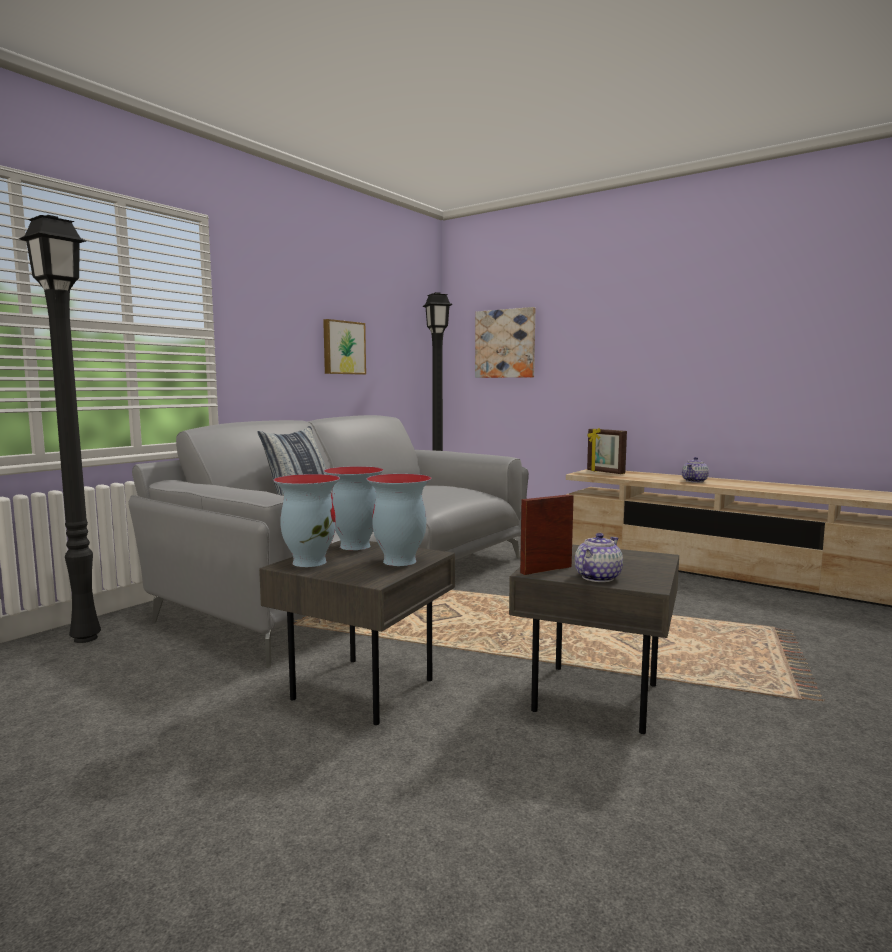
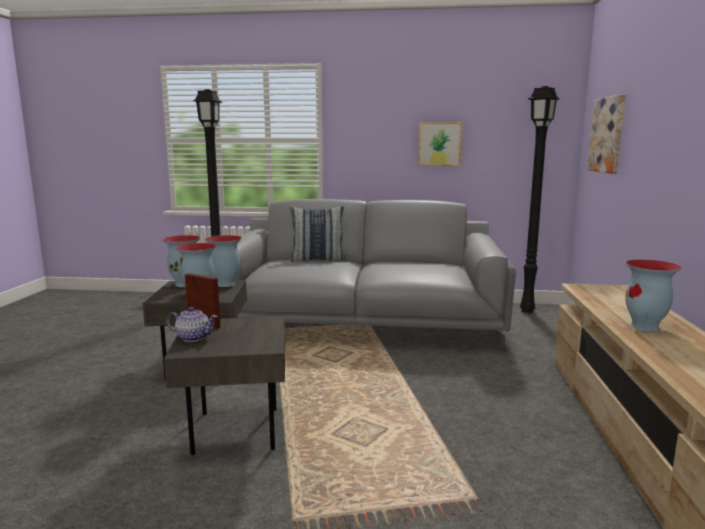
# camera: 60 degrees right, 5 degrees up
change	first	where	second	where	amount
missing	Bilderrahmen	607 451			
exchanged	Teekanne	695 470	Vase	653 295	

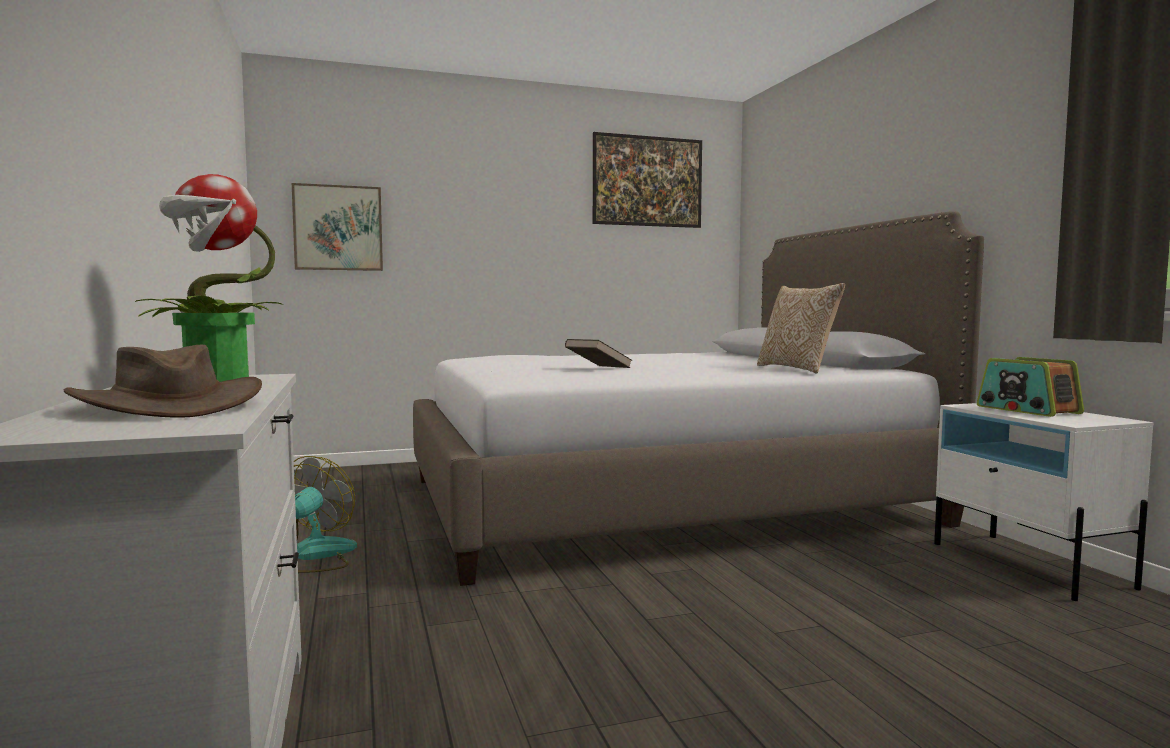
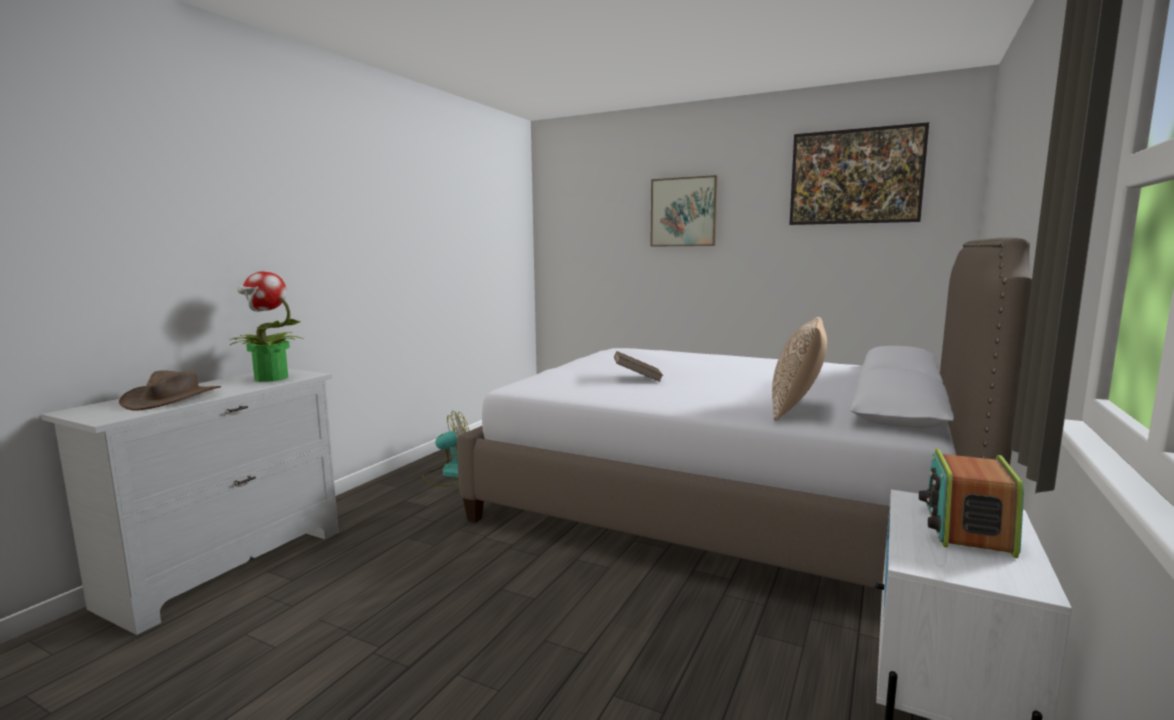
# camera: 45 degrees right, 5 degrees up
change	first	where	second	where	amount
relocated	Bild	337 227		684 211	

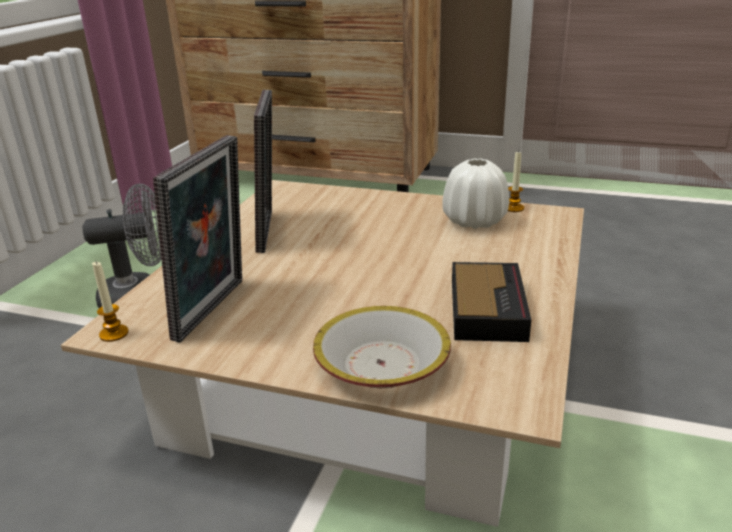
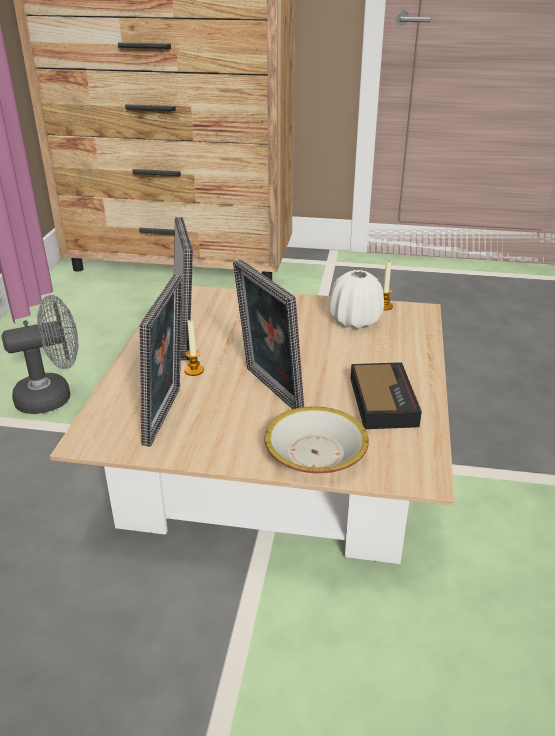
# camera: 10 degrees left, 5 degrees up
change	first	where	second	where	amount
relocated	Kerze	110 302		194 348	
appeared			Bilderrahmen	268 334	

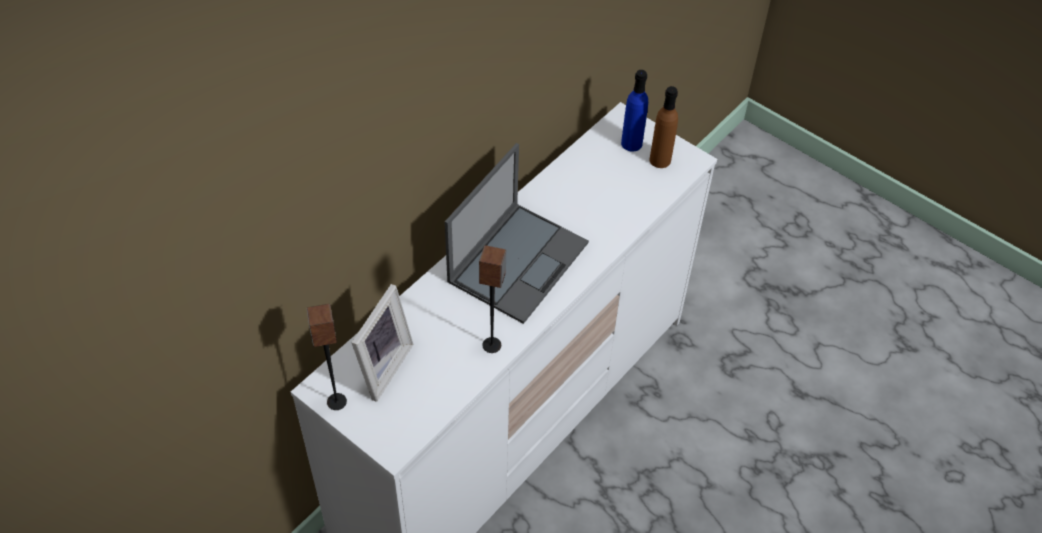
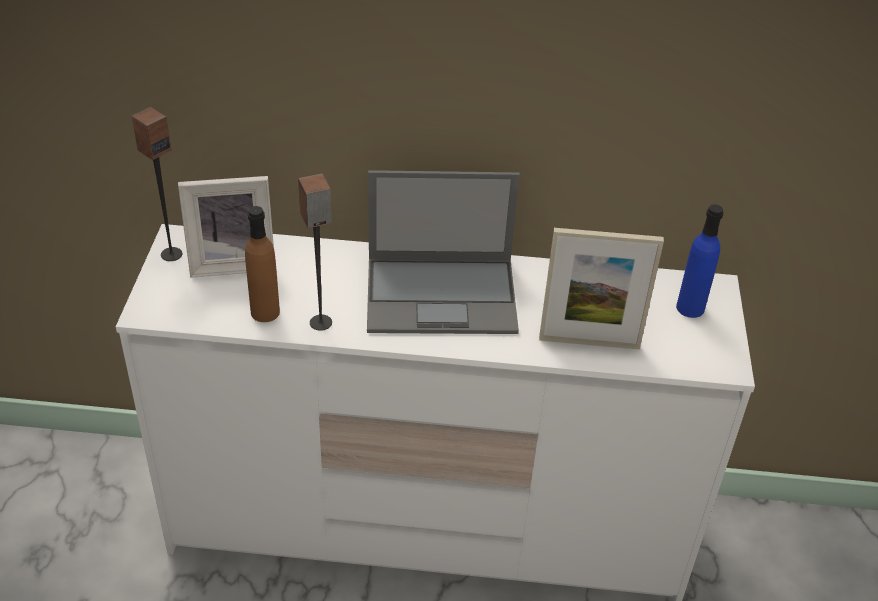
# camera: 55 degrees right, 10 degrees down
change	first	where	second	where	amount
relocated	Flasche (braun)	663 127		262 264	
appeared			Bilderrahmen	601 288	

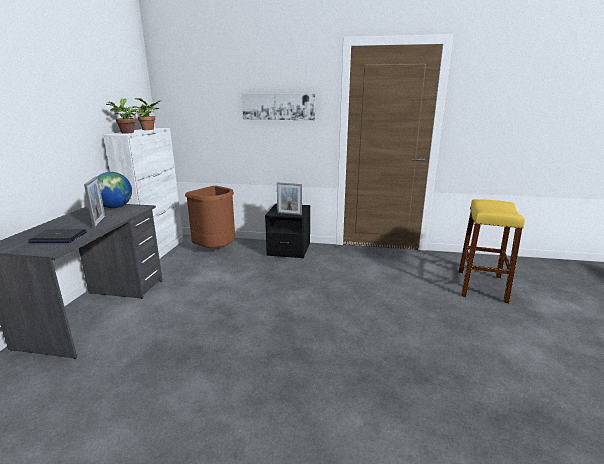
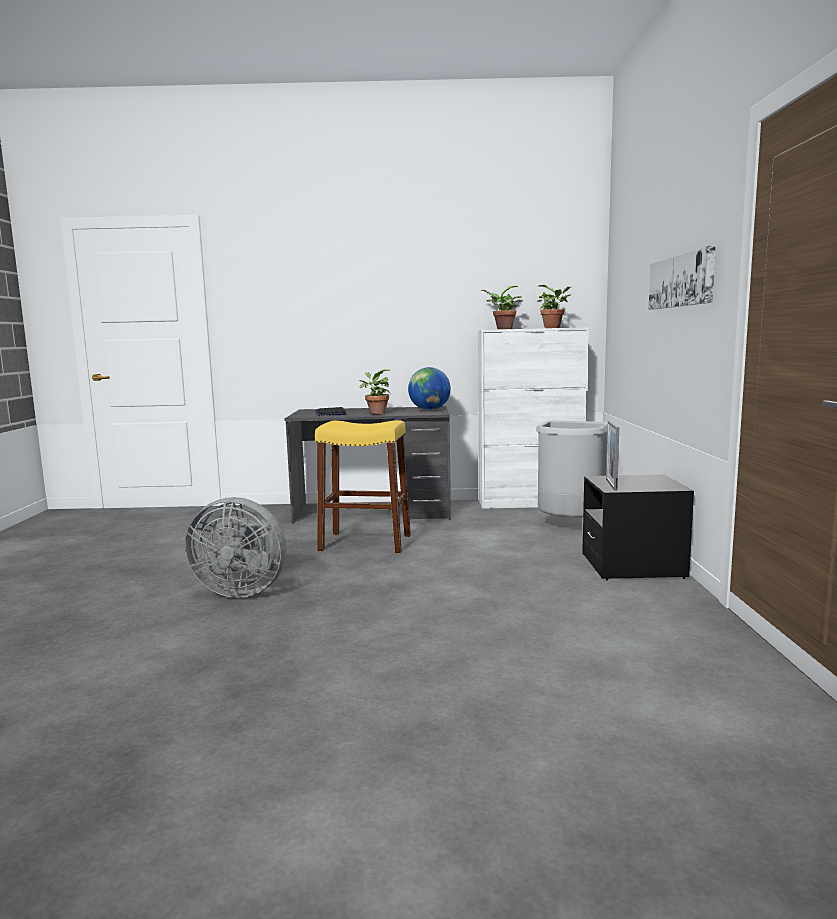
# camera: 80 degrees right, 10 degrees down
change	first	where	second	where	amount
exchanged	Bilderrahmen	95 202	Topfpflanze	375 392	
colour	Mülleimer (braun)	210 217	Mülleimer (grau)	572 469	
relocated	Hocker (gelb)	492 251		363 487	
appeared			Ventilator (grau)	236 547	

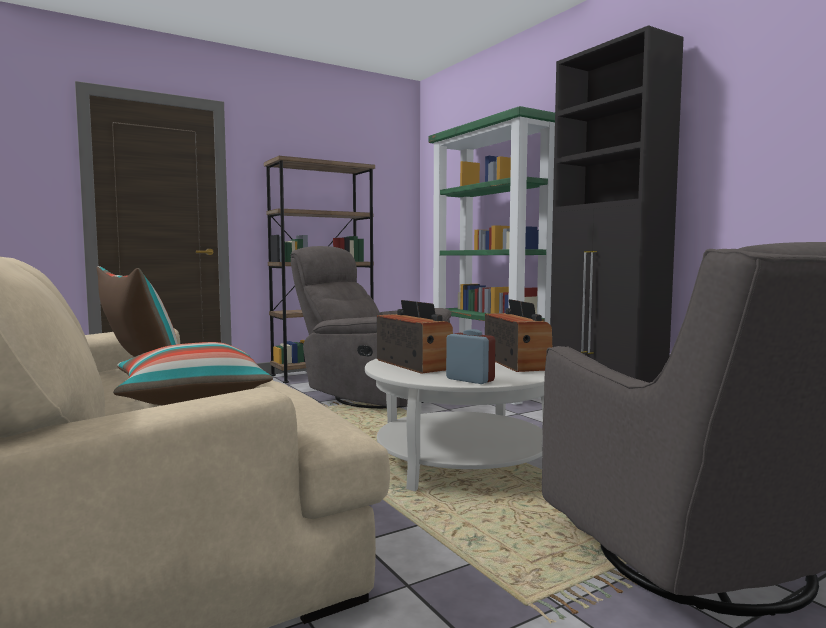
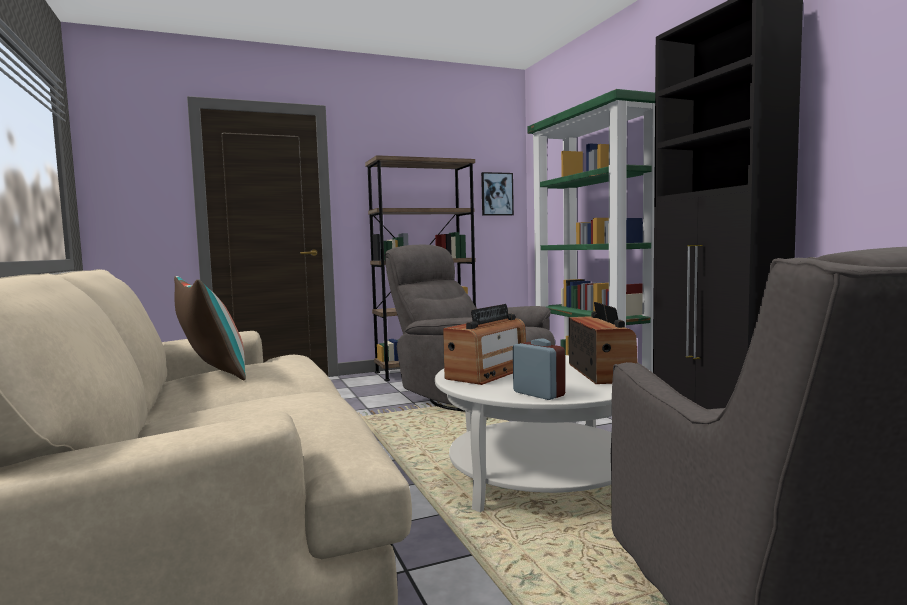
# camera: 10 degrees right, 0 degrees up
change	first	where	second	where	amount
spun	Radio	415 337		484 344	60 degrees clockwise
missing	Kissen	193 373			
appeared			Bild	497 193	

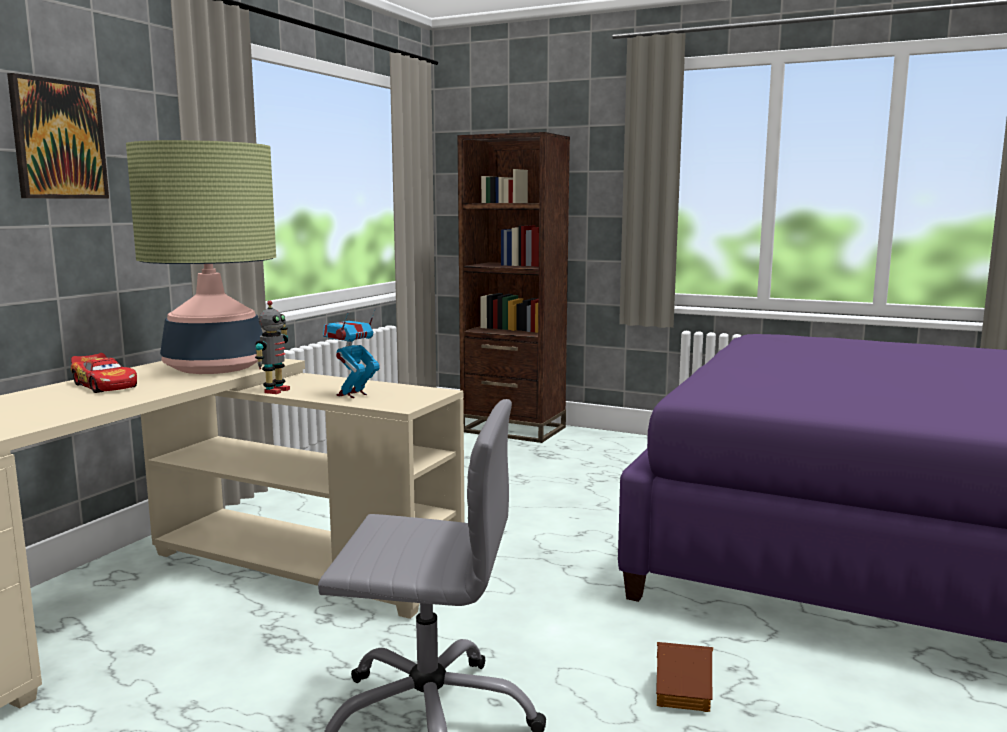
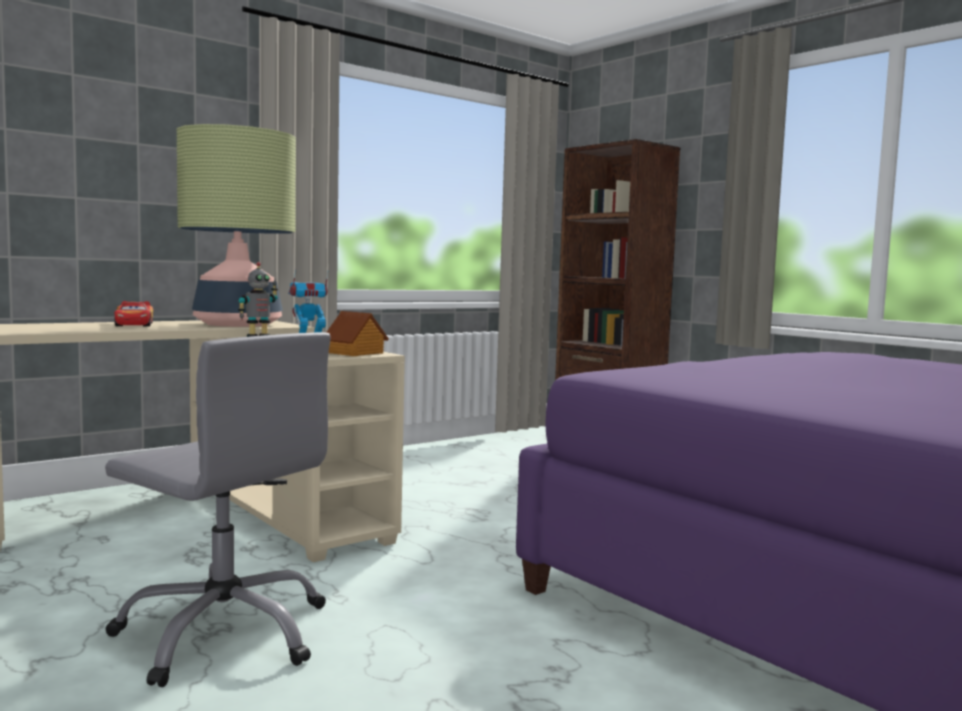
# camera: 25 degrees right, 5 degrees down
change	first	where	second	where	amount
missing	Bild	58 136			
relocated	Spielzeughaus	684 677		357 333	

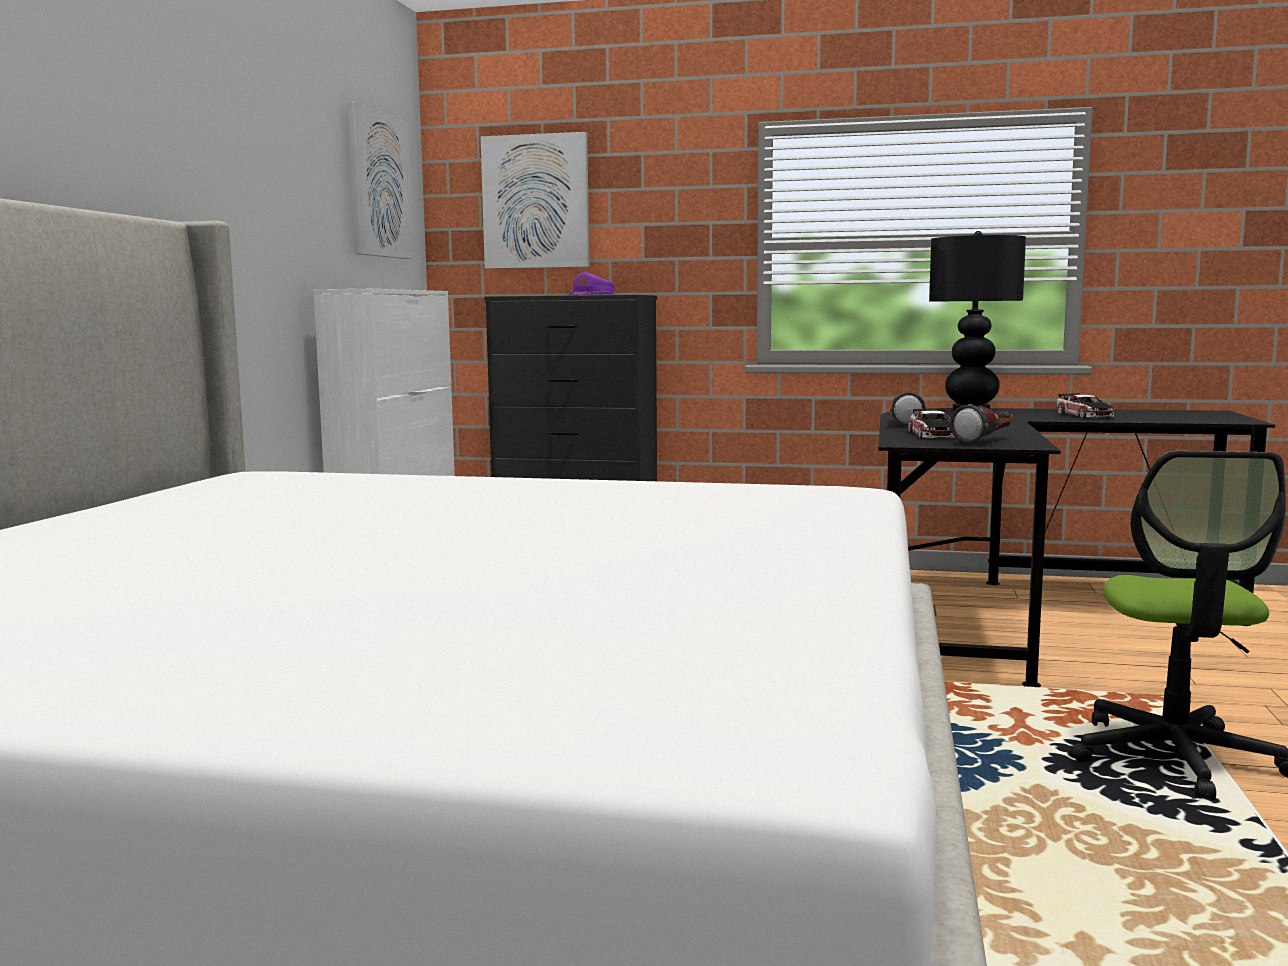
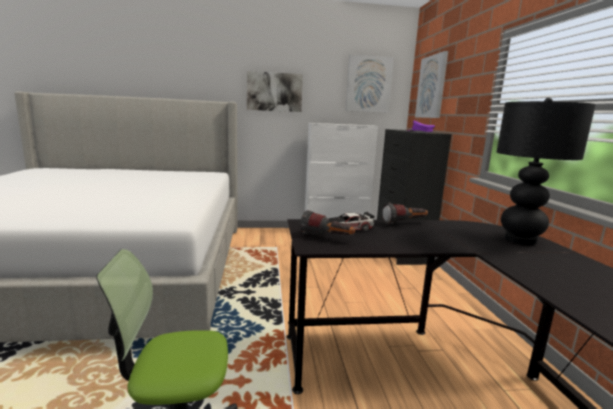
# camera: 70 degrees right, 5 degrees up
change	first	where	second	where	amount
missing	Spielzeugauto	1085 405			
appeared			Bild	275 91	

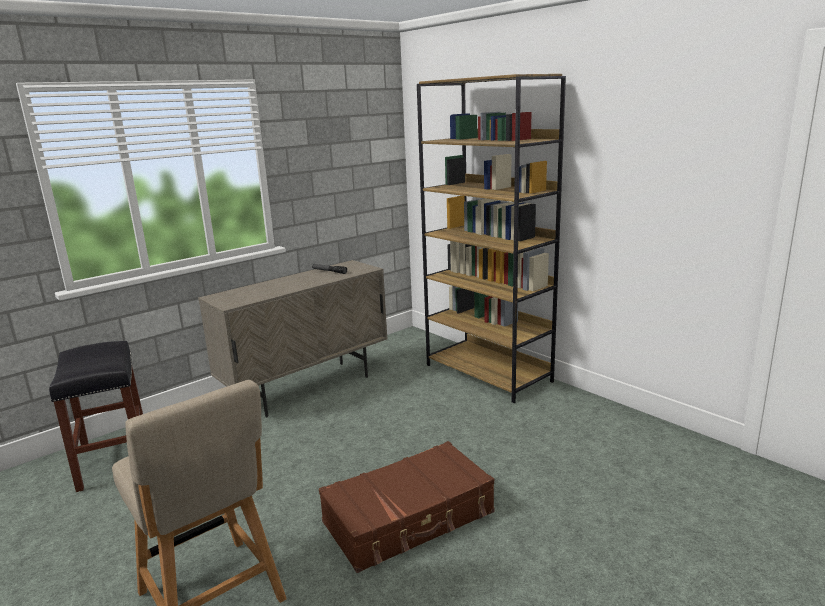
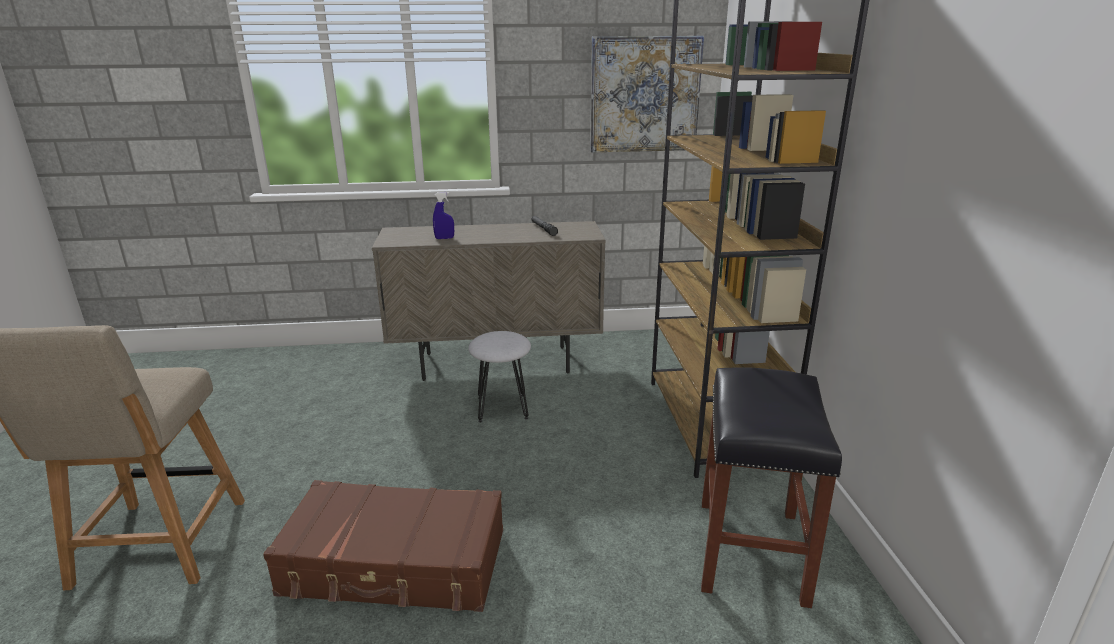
# camera: 35 degrees right, 5 degrees up
change	first	where	second	where	amount
relocated	Hocker (schwarz)	96 416		771 487	
appeared			Bild	647 94	
appeared			Sprühflasche (blau)	443 215	
appeared			Hocker (weiß)	499 377	

